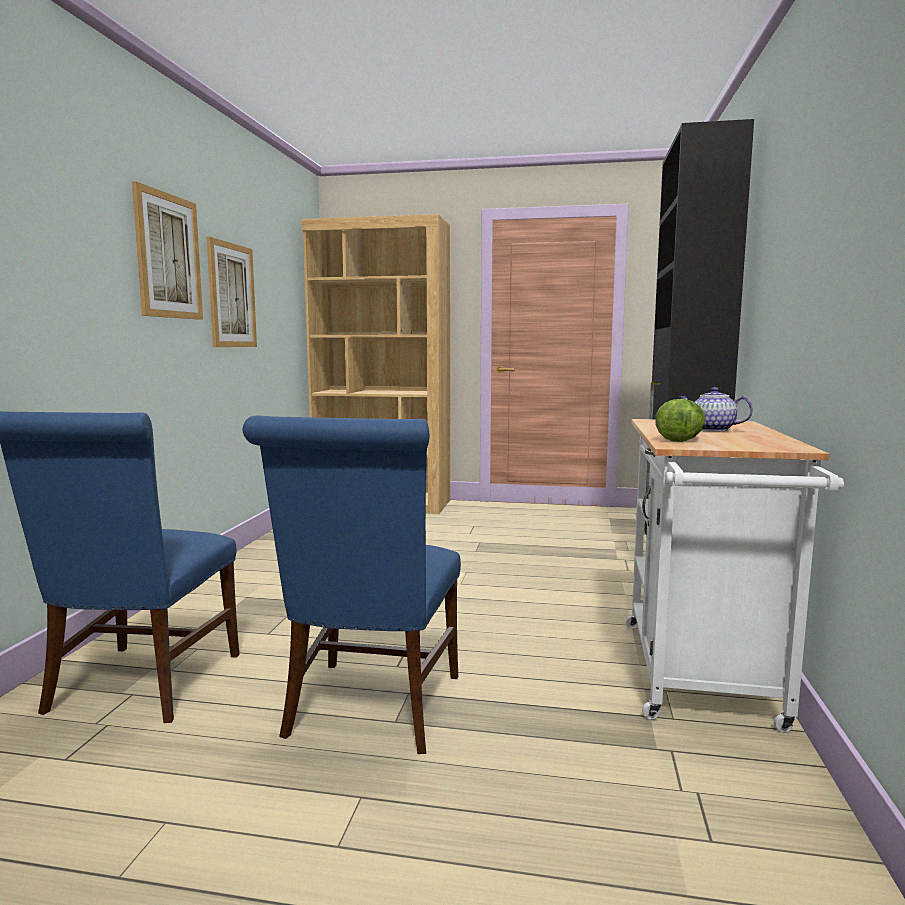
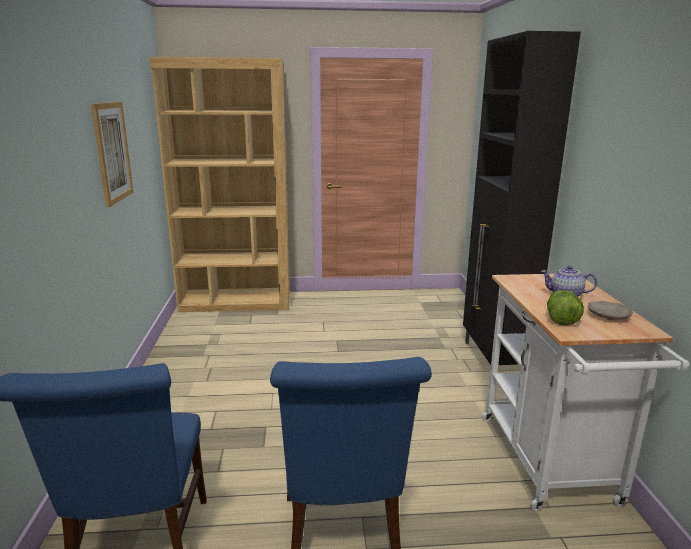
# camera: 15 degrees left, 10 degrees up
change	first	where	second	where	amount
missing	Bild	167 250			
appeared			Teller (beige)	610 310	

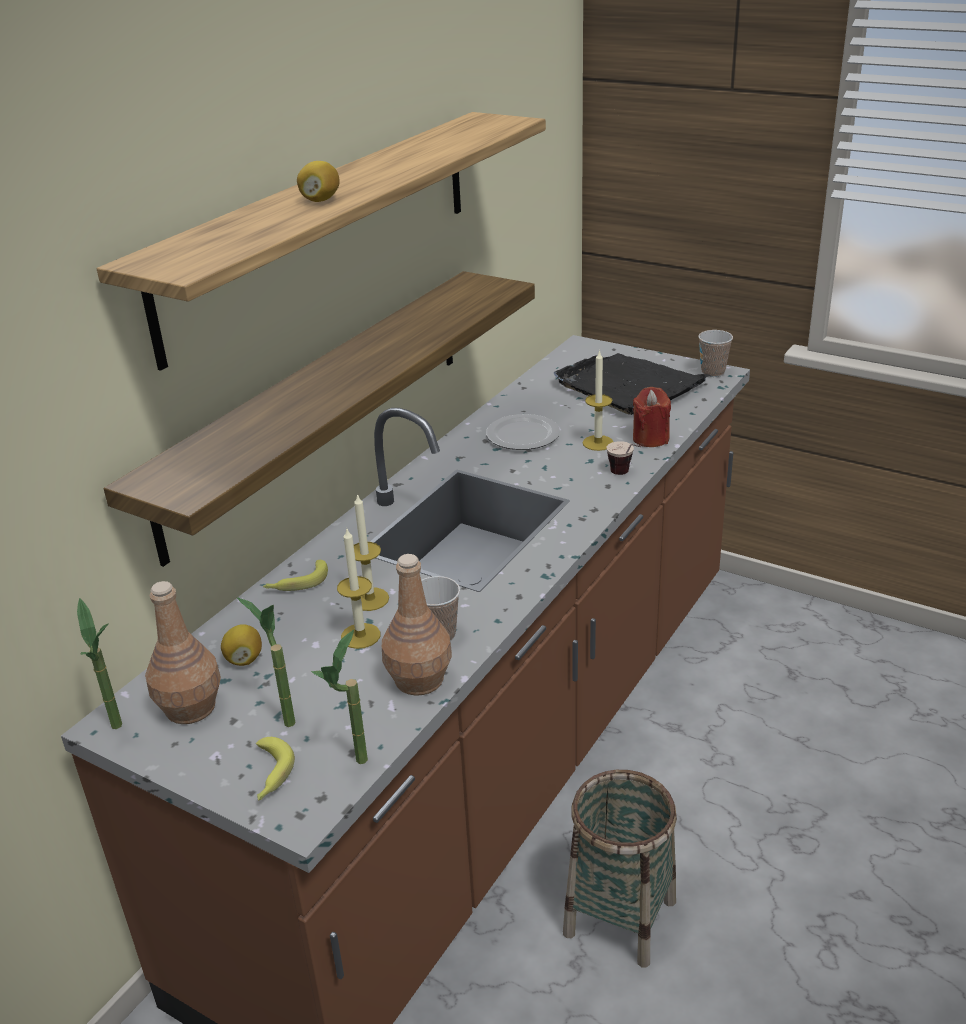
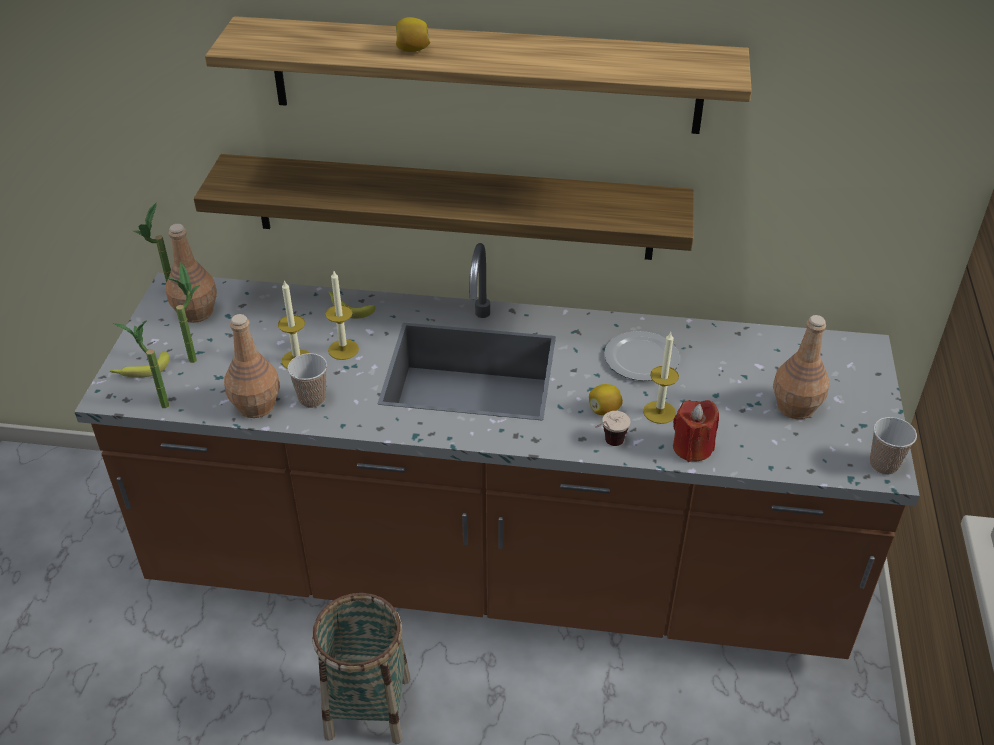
# camera: 65 degrees right, 10 degrees up
change	first	where	second	where	amount
exchanged	Tablett (schwarz)	632 384	Flasche (braun)	801 367	
relocated	Zitrone	241 645		606 399	

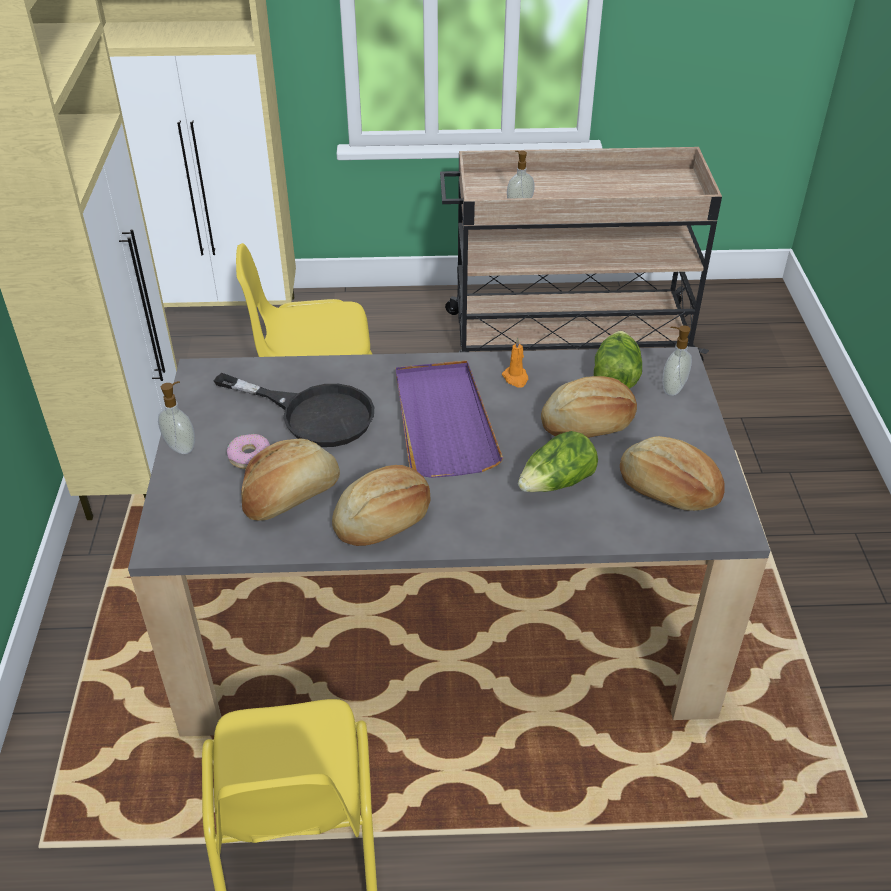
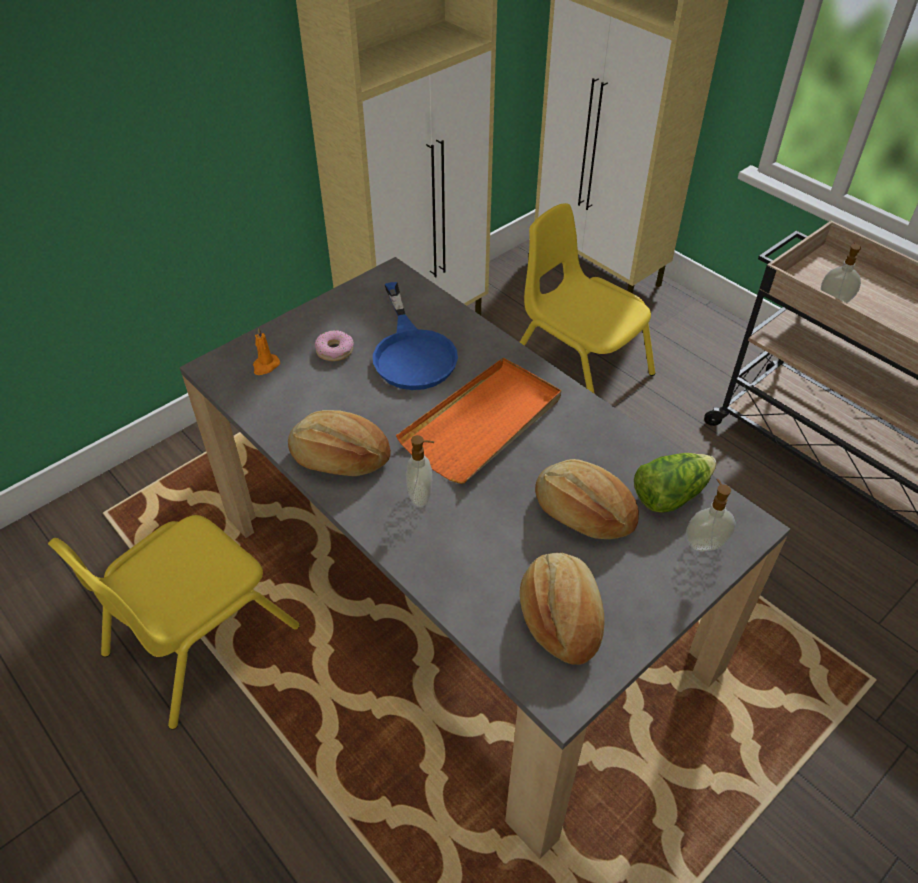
# camera: 50 degrees right, 5 degrees up
change	first	where	second	where	amount
relocated	Kerze (orange)	515 363		266 351	
colour	Tablett (lila)	449 419	Tablett (orange)	478 421	
colour	Pfanne (schwarz)	294 410	Pfanne (blau)	415 336	
relocated	Seifenspender	176 417		420 471	
missing	Salatkopf	558 461			
missing	Brot	290 479			

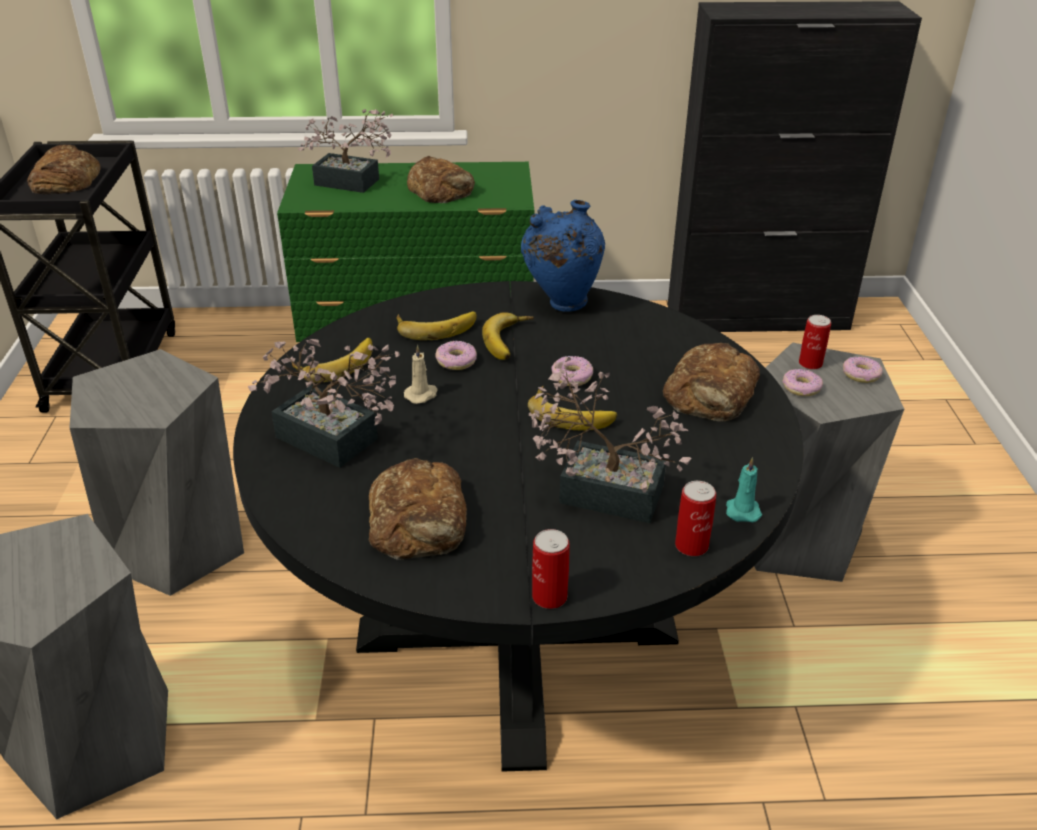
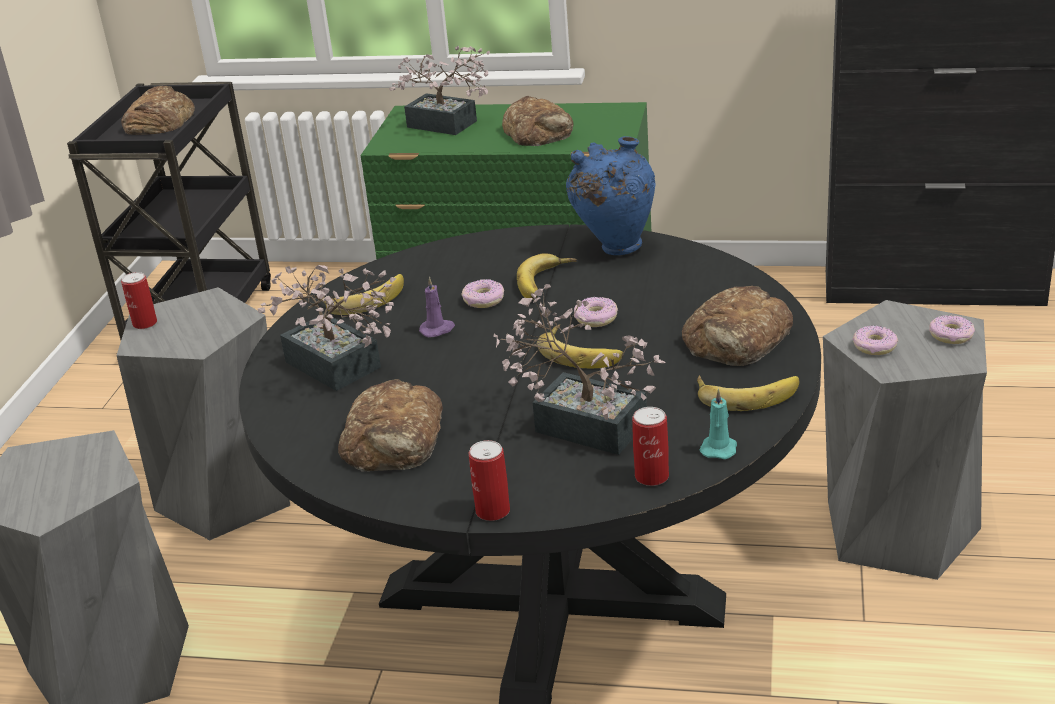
# camera: 15 degrees right, 5 degrees down
change	first	where	second	where	amount
relocated	Banane	437 326		748 393	
relocated	Dose	815 342		139 300	
colour	Kerze (beige)	421 374	Kerze (lila)	437 306	

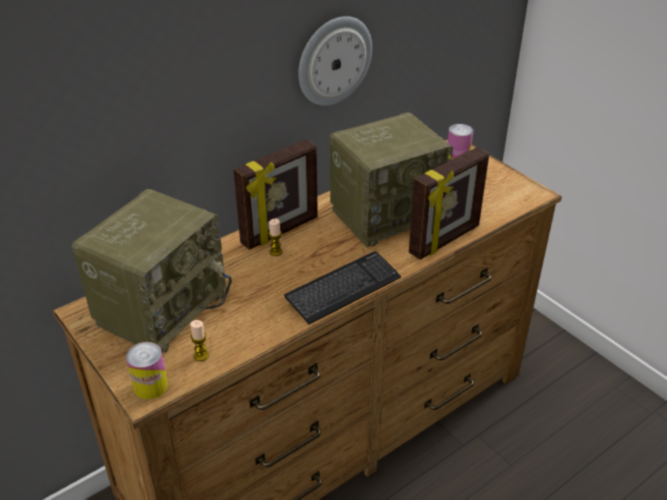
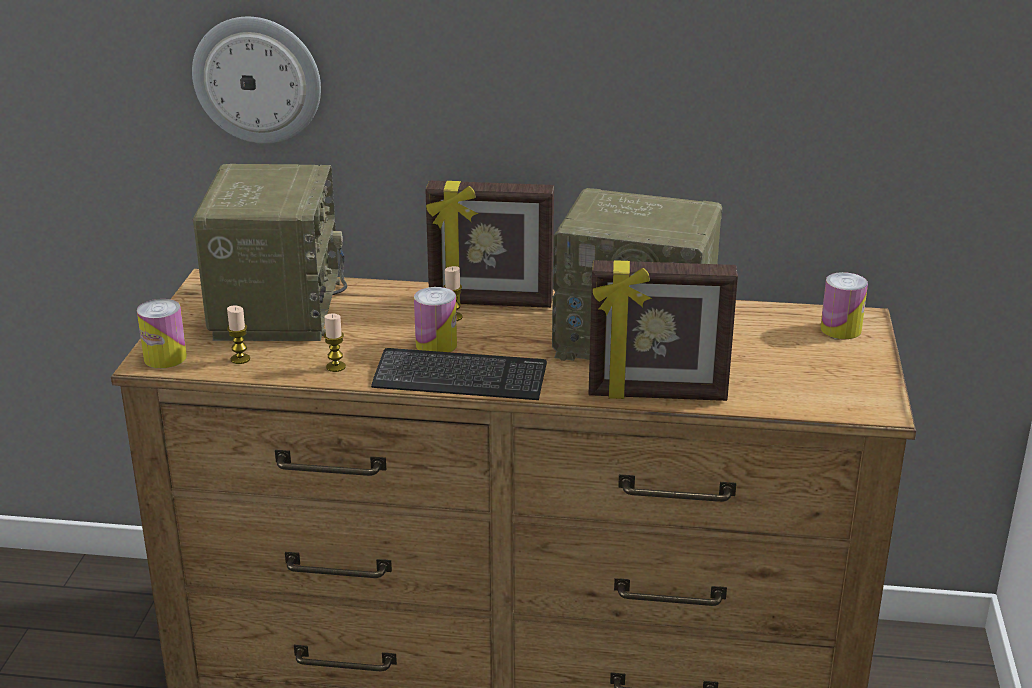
# camera: 45 degrees right, 10 degrees down
change	first	where	second	where	amount
relocated	Wanduhr	335 61		256 80	
spun	Radio	152 271		270 252	75 degrees counterclockwise
appeared			Dose	435 319	
appeared			Kerze	335 343	

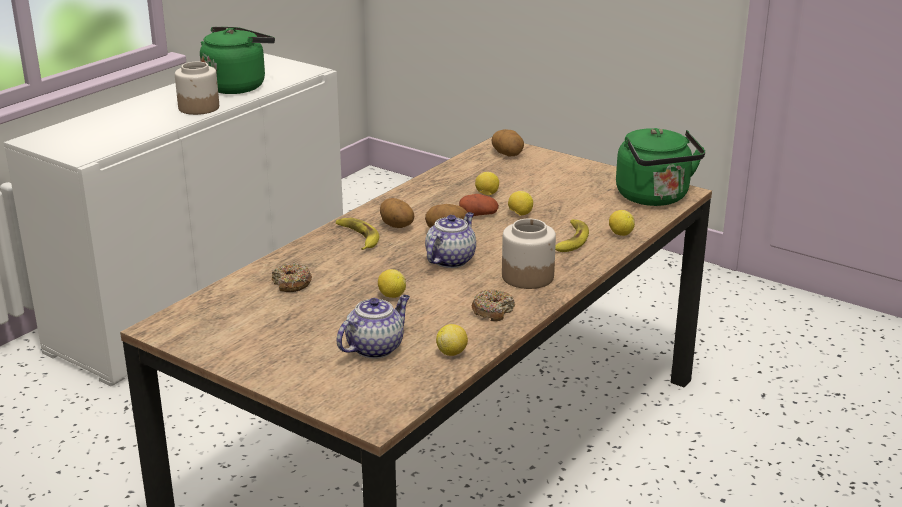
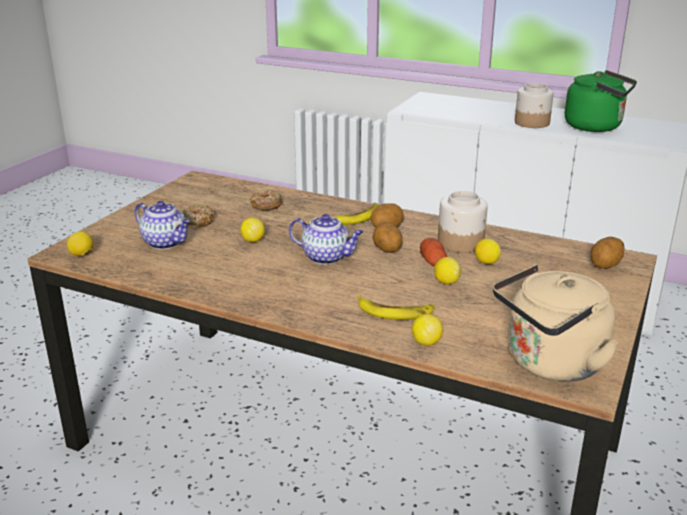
# camera: 80 degrees right, 0 degrees up
change	first	where	second	where	amount
colour	Wasserkessel (grün)	660 167	Wasserkessel (beige)	555 323	
relocated	Vorratsglas	529 253		463 222	
relocated	Donut	493 305		198 216	
relocated	Zitrone	452 340		80 243	

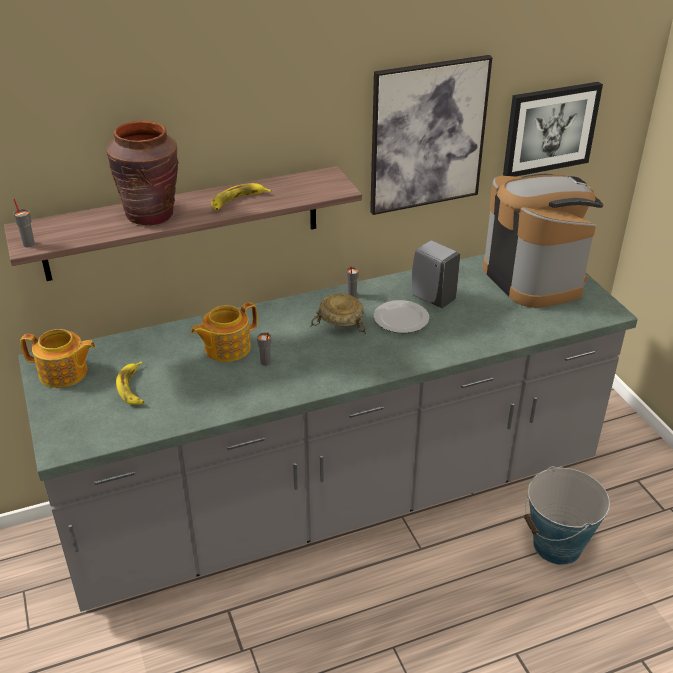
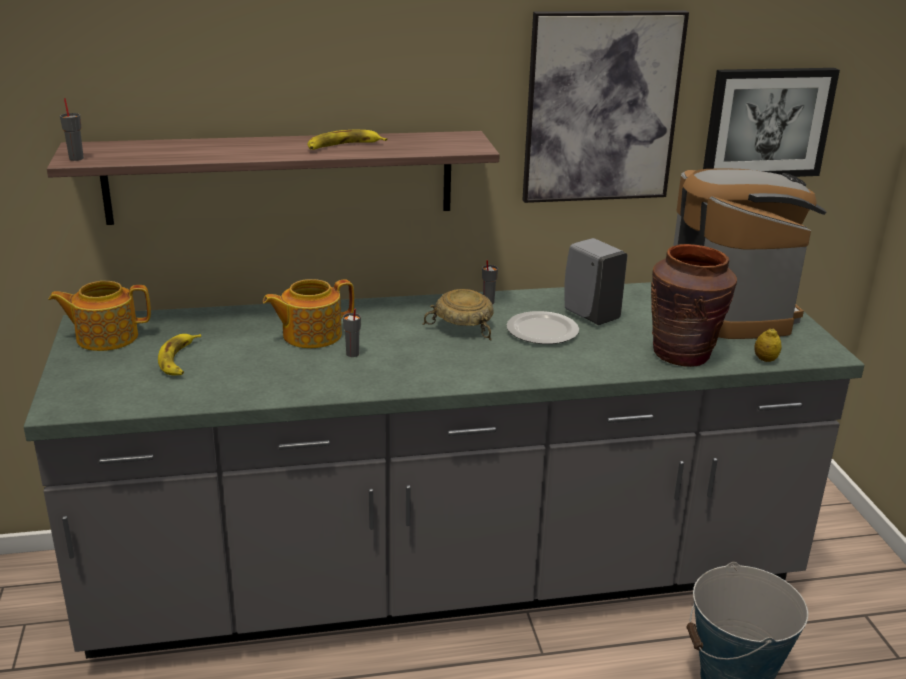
# camera: 10 degrees right, 10 degrees down
change	first	where	second	where	amount
relocated	Vase (braun)	142 173		694 305	
spun	Teekanne	58 358		99 316	150 degrees clockwise
appeared			Zitrone	768 345	

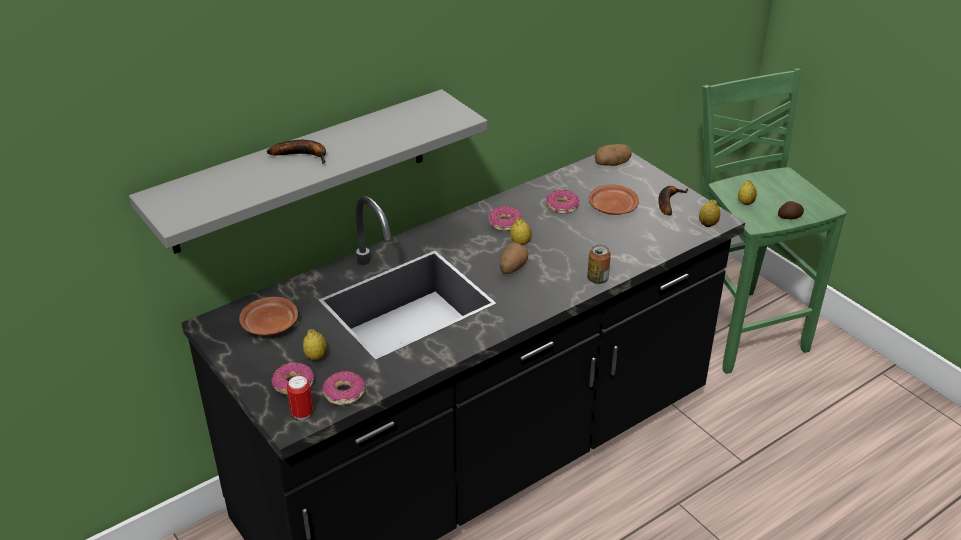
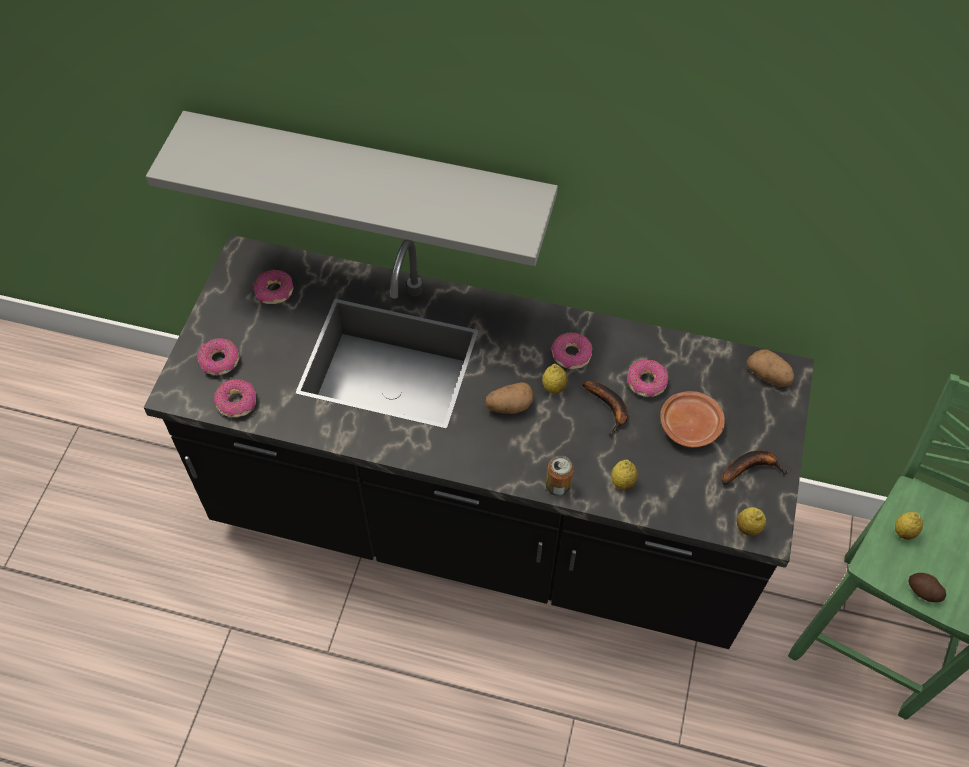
# camera: 50 degrees right, 20 degrees up
change	first	where	second	where	amount
relocated	Banane	296 152		605 408	
exchanged	Teller (braun)	268 316	Donut	274 287	
relocated	Zitrone	315 344		624 475	
missing	Dose	300 398			

